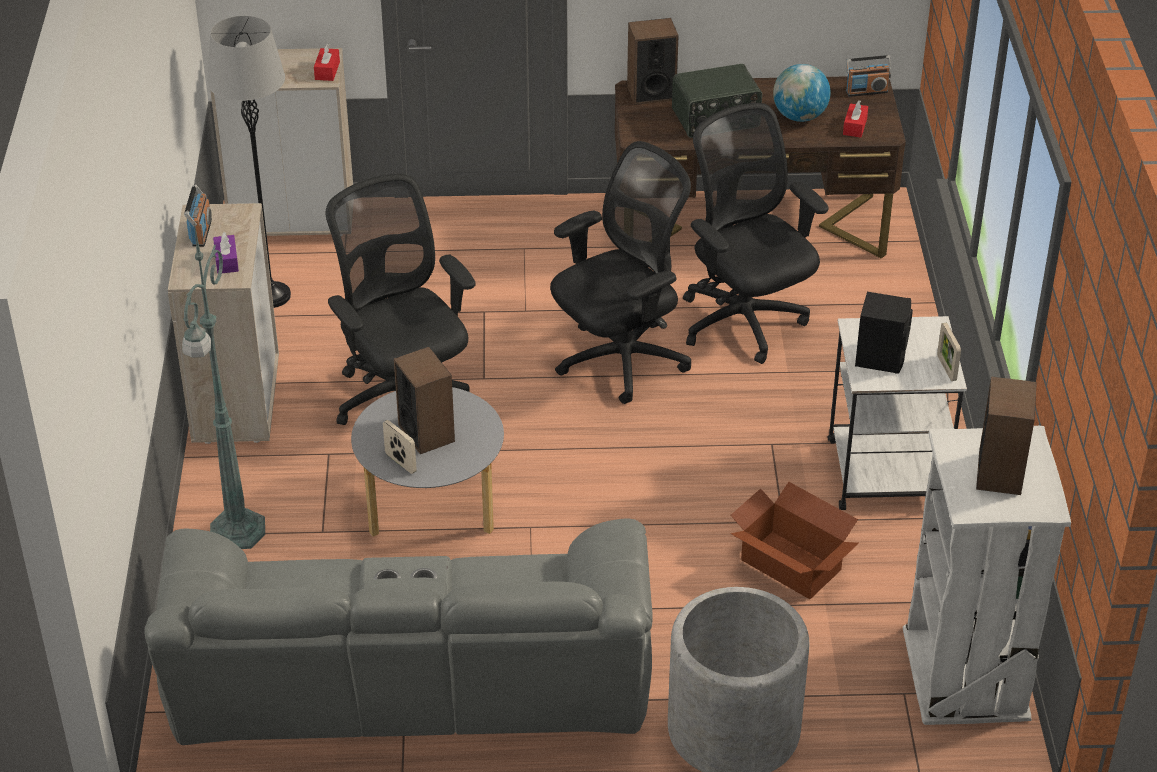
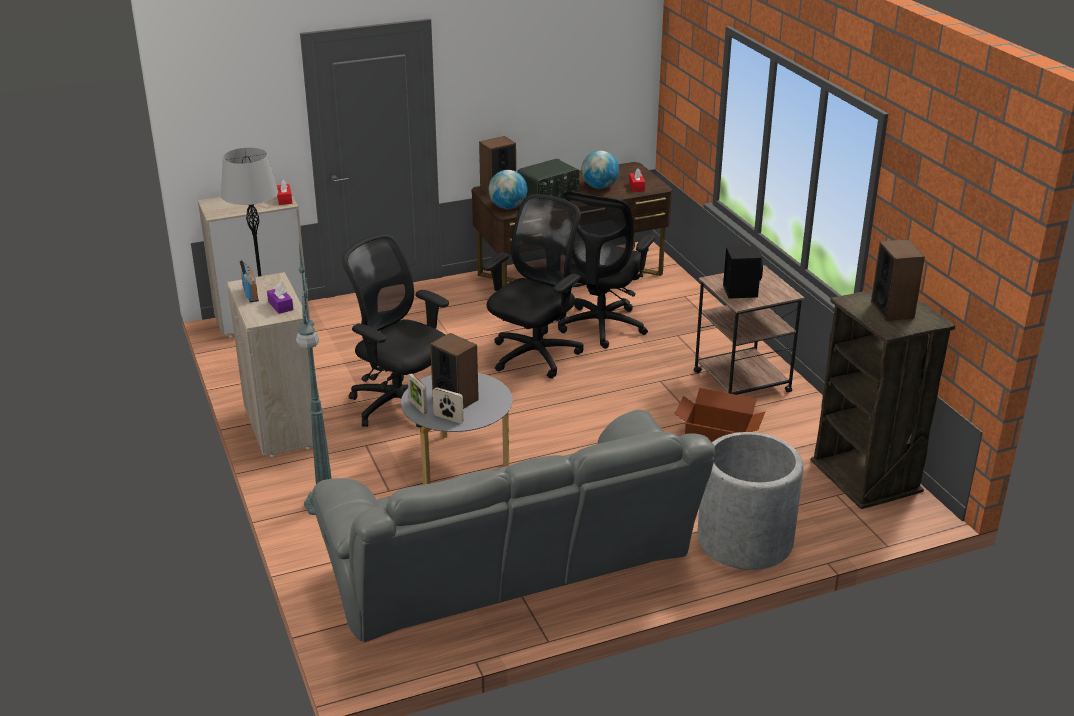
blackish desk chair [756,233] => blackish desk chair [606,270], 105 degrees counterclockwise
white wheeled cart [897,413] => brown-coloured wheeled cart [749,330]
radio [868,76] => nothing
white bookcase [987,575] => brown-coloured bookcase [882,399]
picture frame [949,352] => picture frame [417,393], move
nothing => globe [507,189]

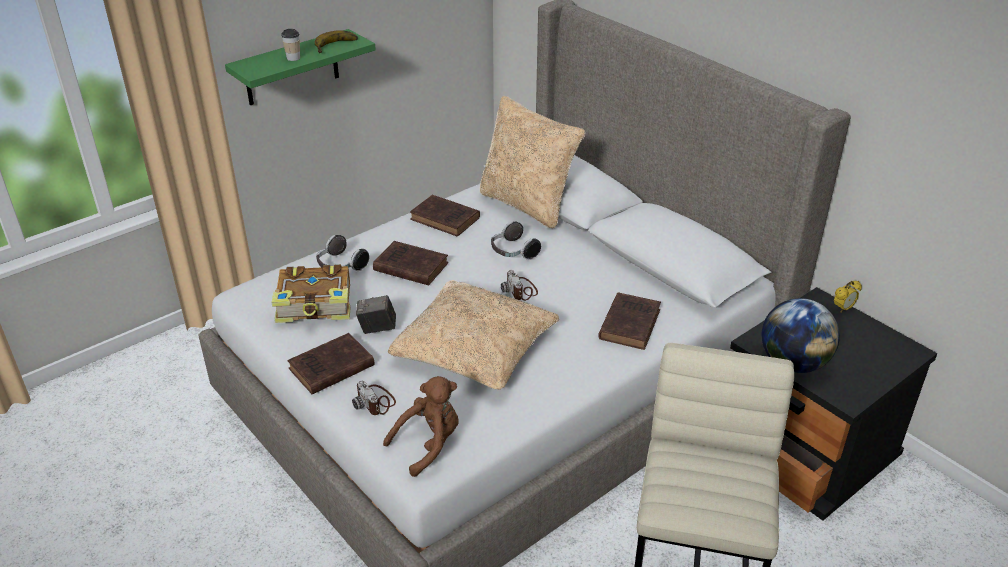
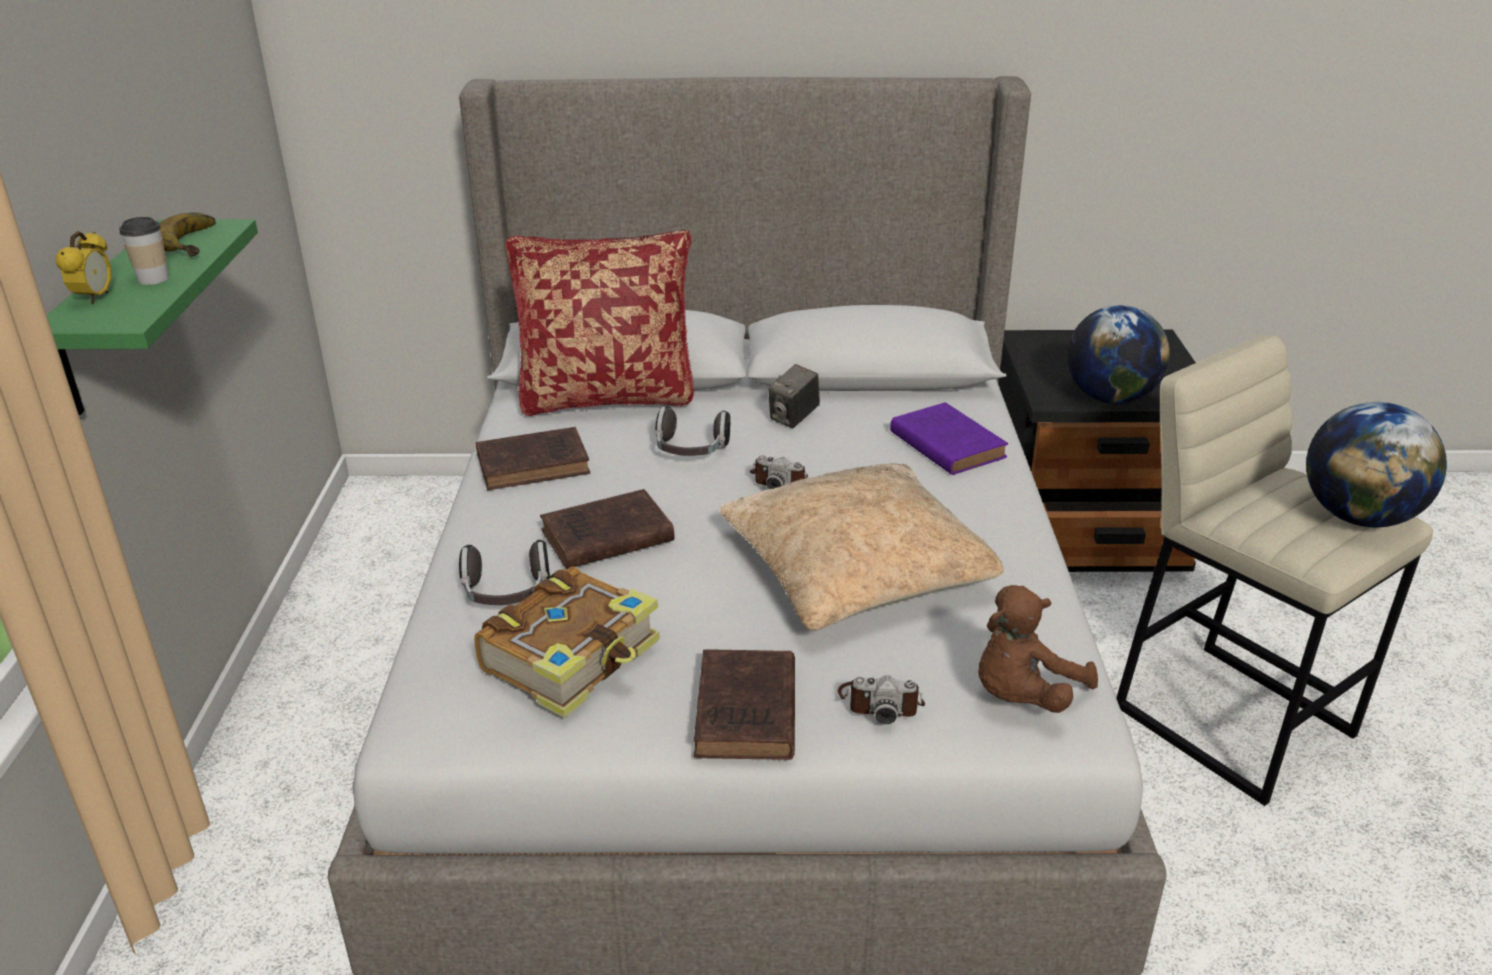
still camera [376,314] => still camera [794,396], move
brown-coloured plush toy [421,426] => brown-coloured plush toy [1038,649], 135 degrees counterclockwise
sand-coloured cushion [532,162] => red-coloured cushion [600,322]
brown-coloured book [629,321] => purple-coloured book [949,438]
bedside clock [848,297] => bedside clock [83,267], move
nothing => globe [1376,464]

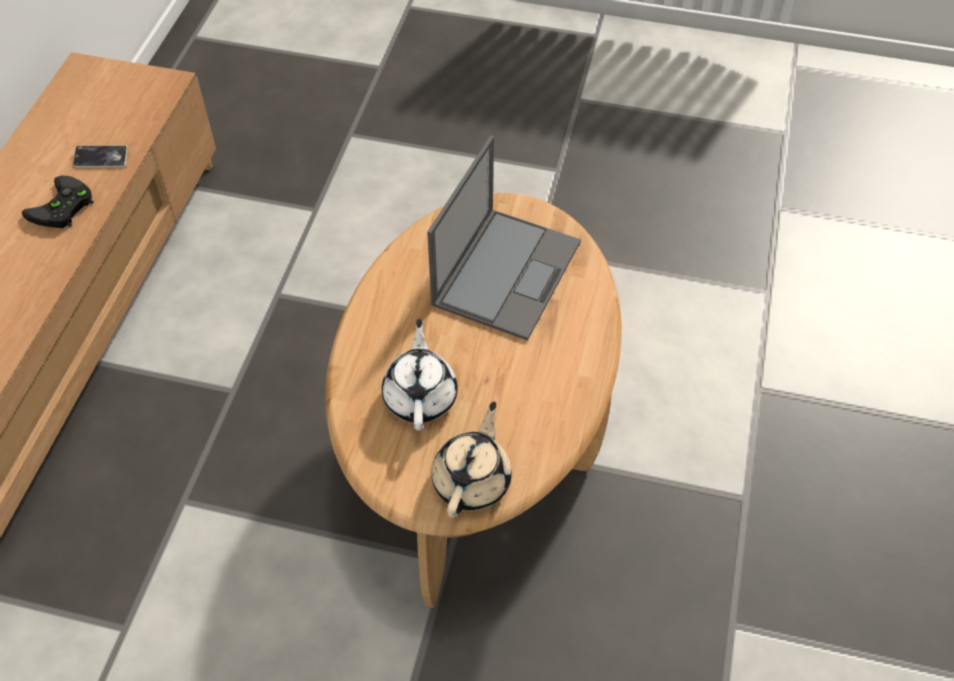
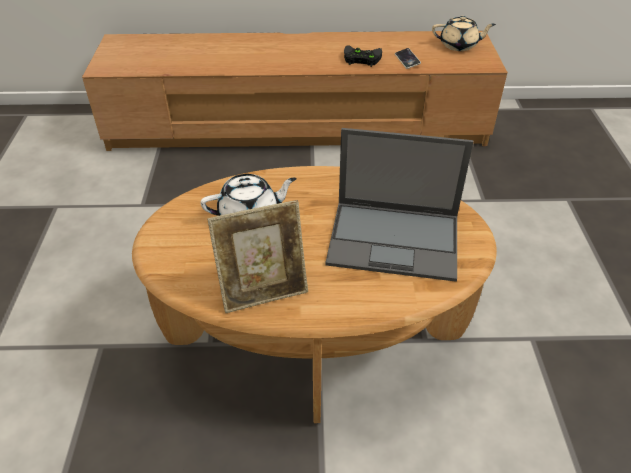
sand-coloured pot for tea [471,460] => sand-coloured pot for tea [464,33], move
nothing => picture frame [257,256]

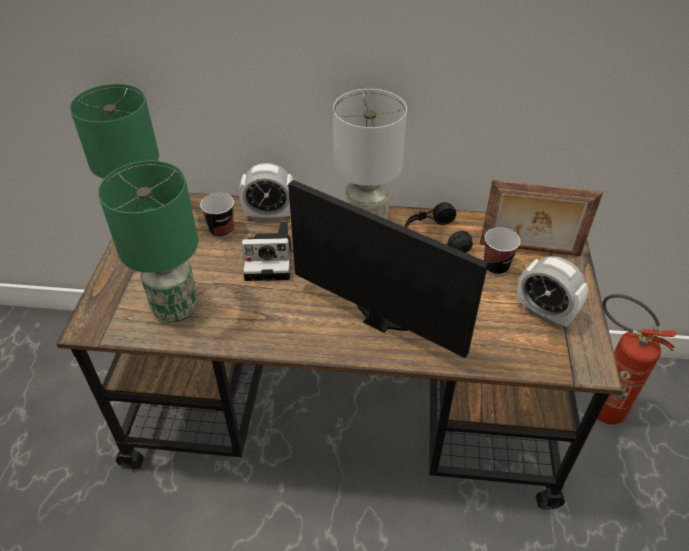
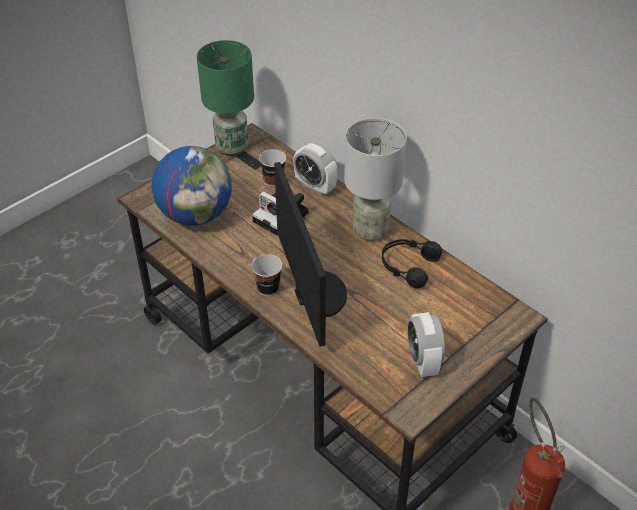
green-coloured tabletop lamp [148,241] => globe [192,186]
picture frame [541,218] => nothing
cup [502,251] => cup [267,275], move

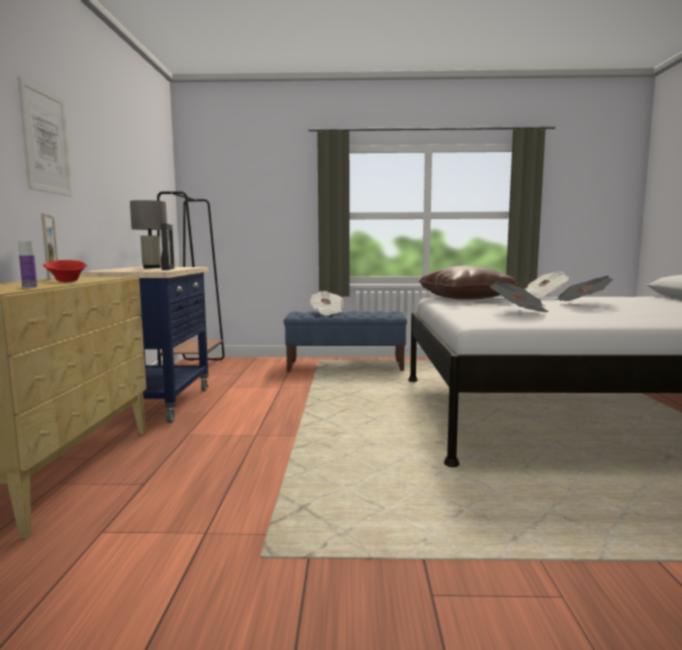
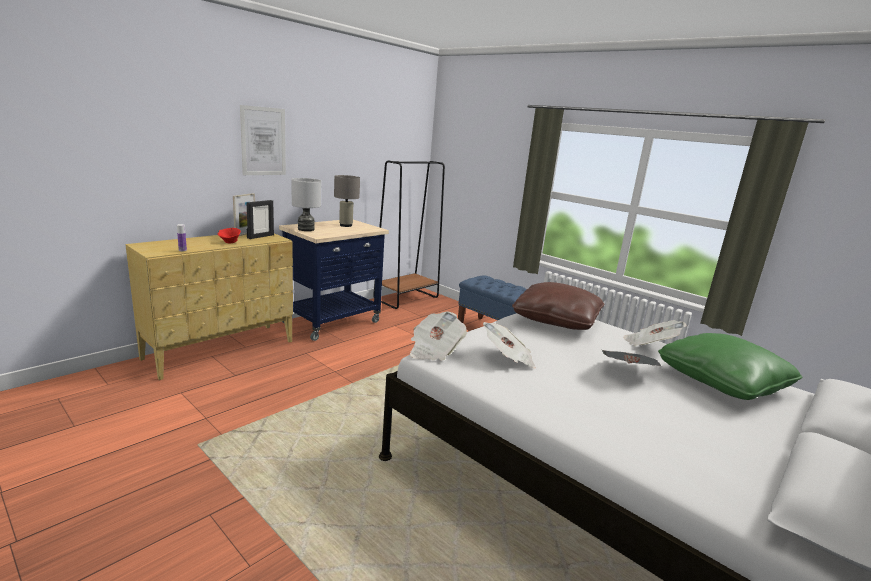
picture frame [168,246] => picture frame [260,219], move
daily paper [326,303] => daily paper [438,336], move
nothing => grey tabletop lamp [306,204]
nothing => green-coloured cushion [730,366]

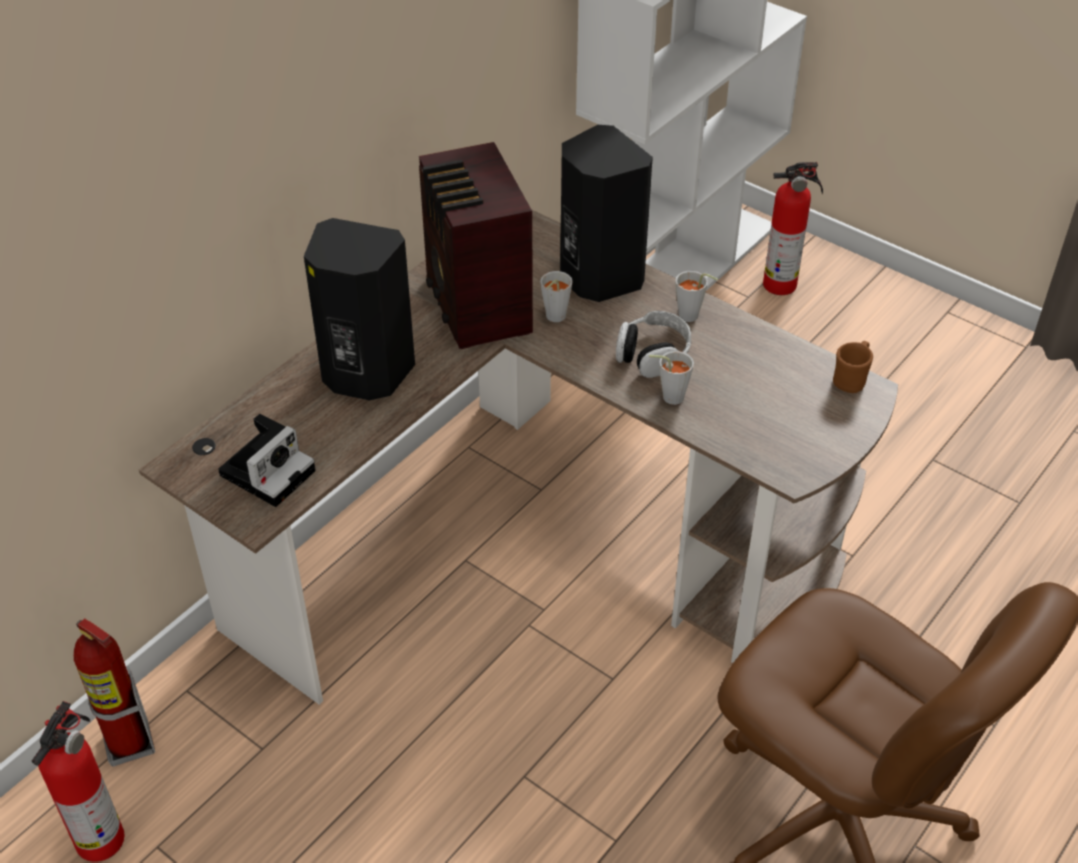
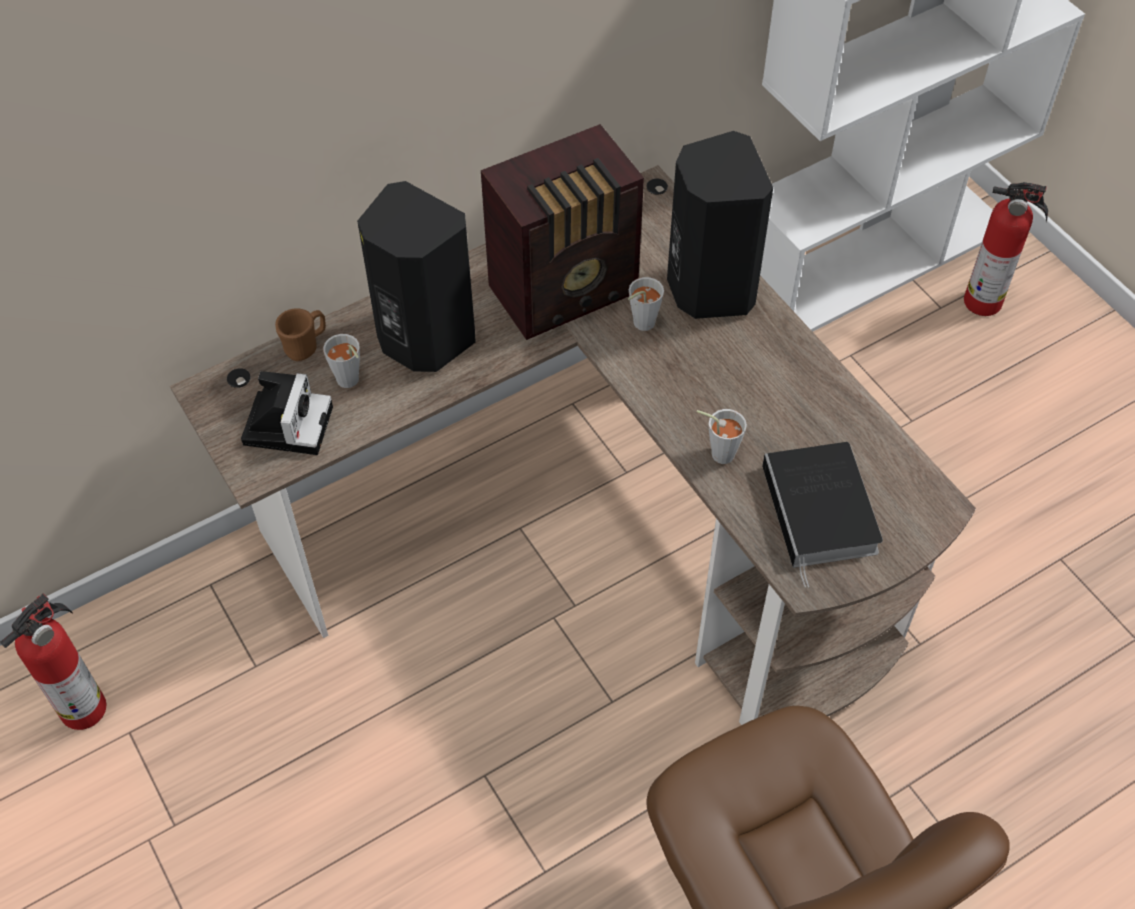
fire extinguisher [114,692] => nothing
still camera [266,460] => still camera [287,413], 45 degrees counterclockwise
radio [476,245] => radio [562,232], 120 degrees counterclockwise
pair of headphones [653,344] => nothing
grey cup [696,296] => grey cup [341,361], move
brown-coloured coffee mug [853,367] => brown-coloured coffee mug [300,334], move
nothing => book [822,514]

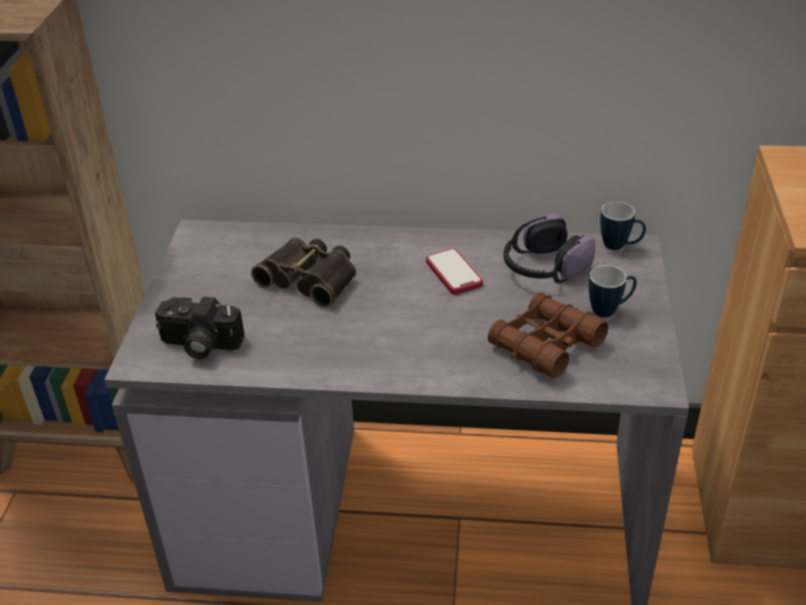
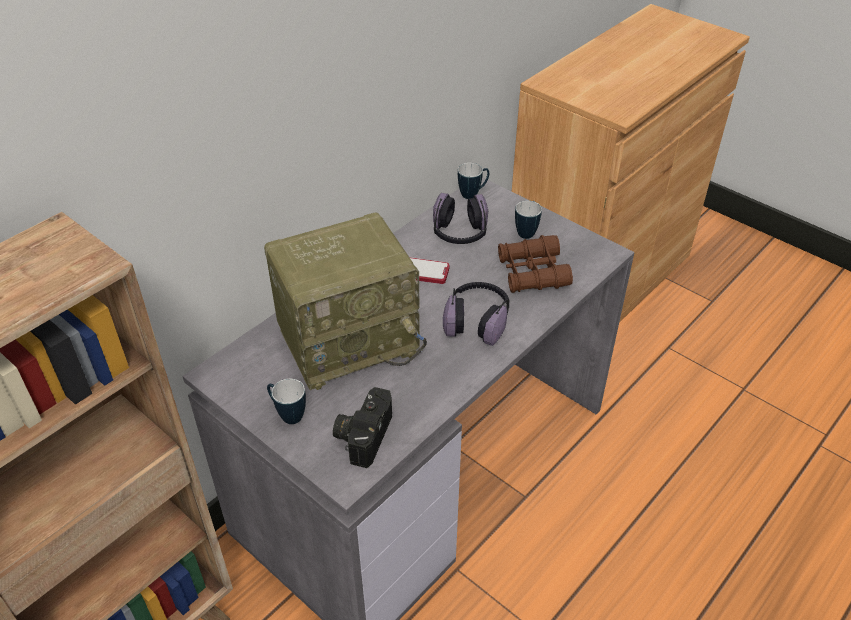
still camera [200,328] => still camera [362,427], 150 degrees clockwise
field glasses [303,272] => radio [345,301]
nothing => coffee mug [286,401]
nothing => pair of headphones [476,314]

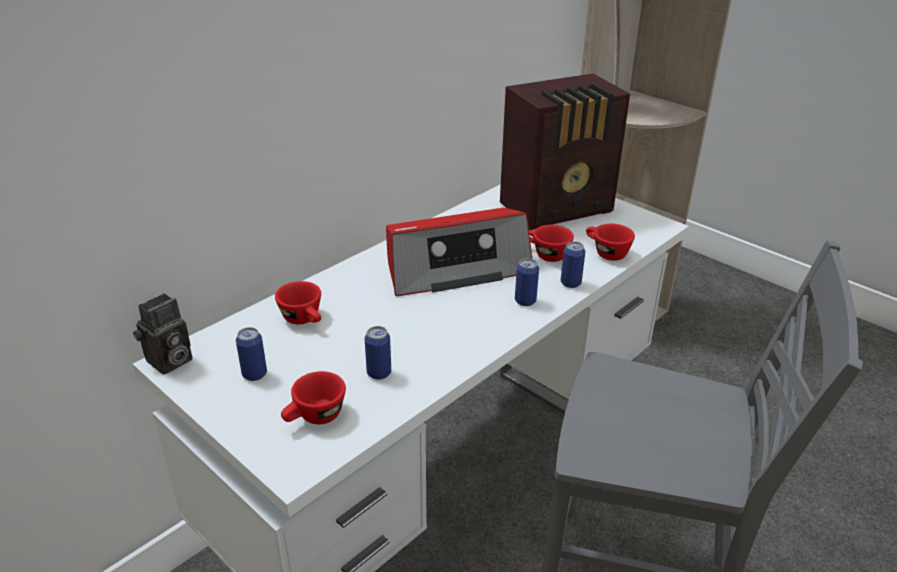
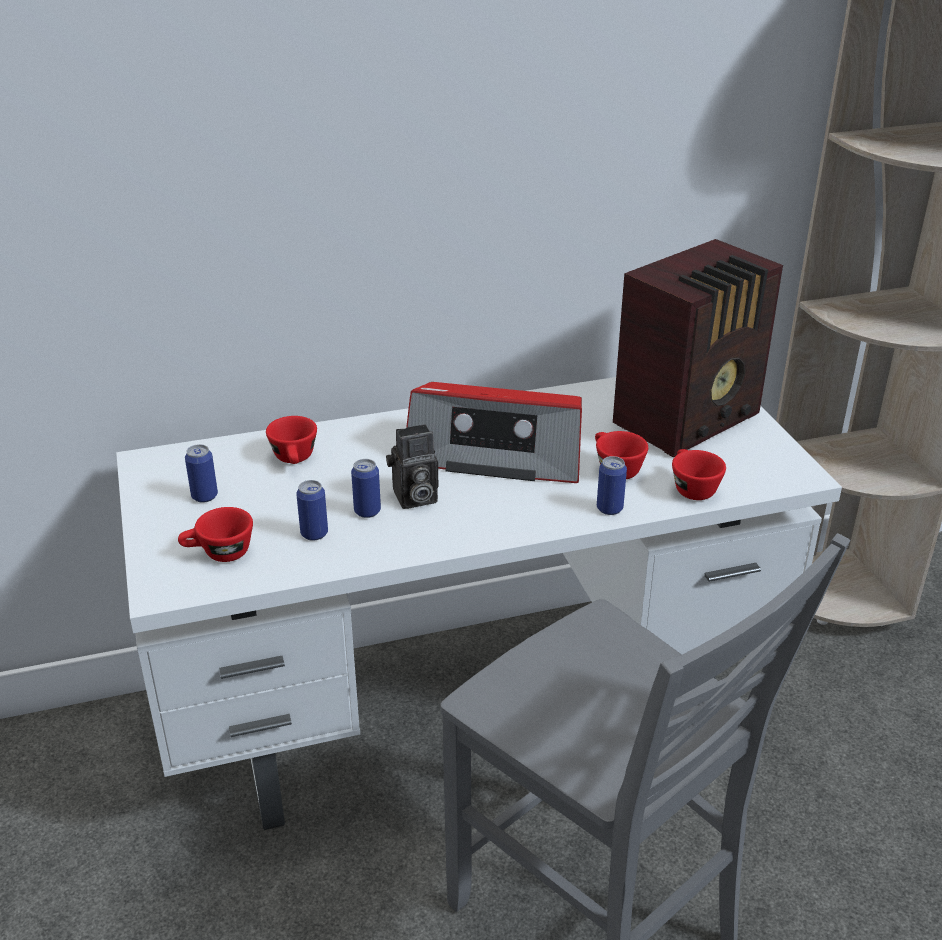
still camera [162,334] => still camera [412,466], move
radio [565,152] => radio [698,348], 45 degrees counterclockwise
sealed can [527,282] => sealed can [366,488], move

